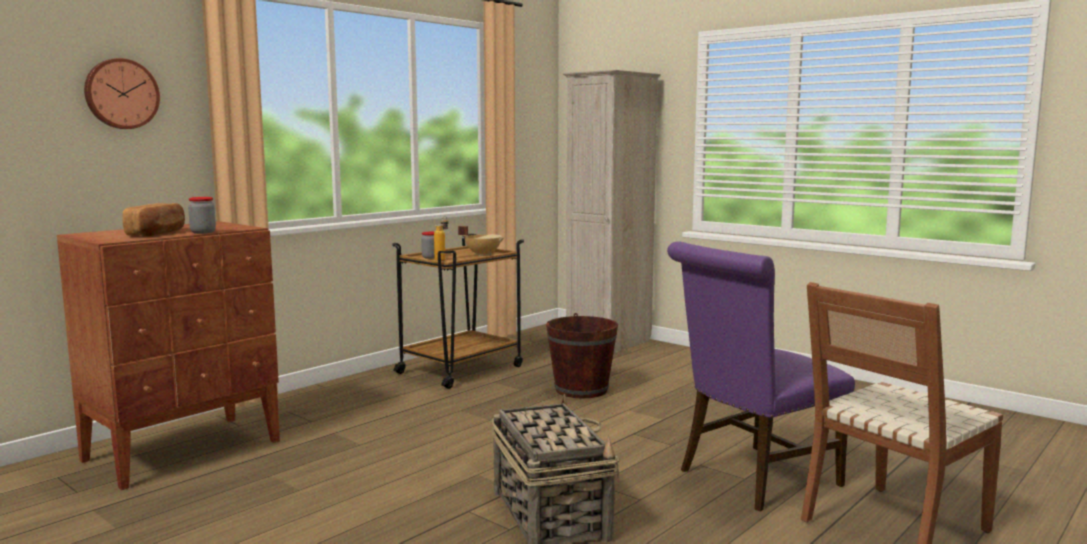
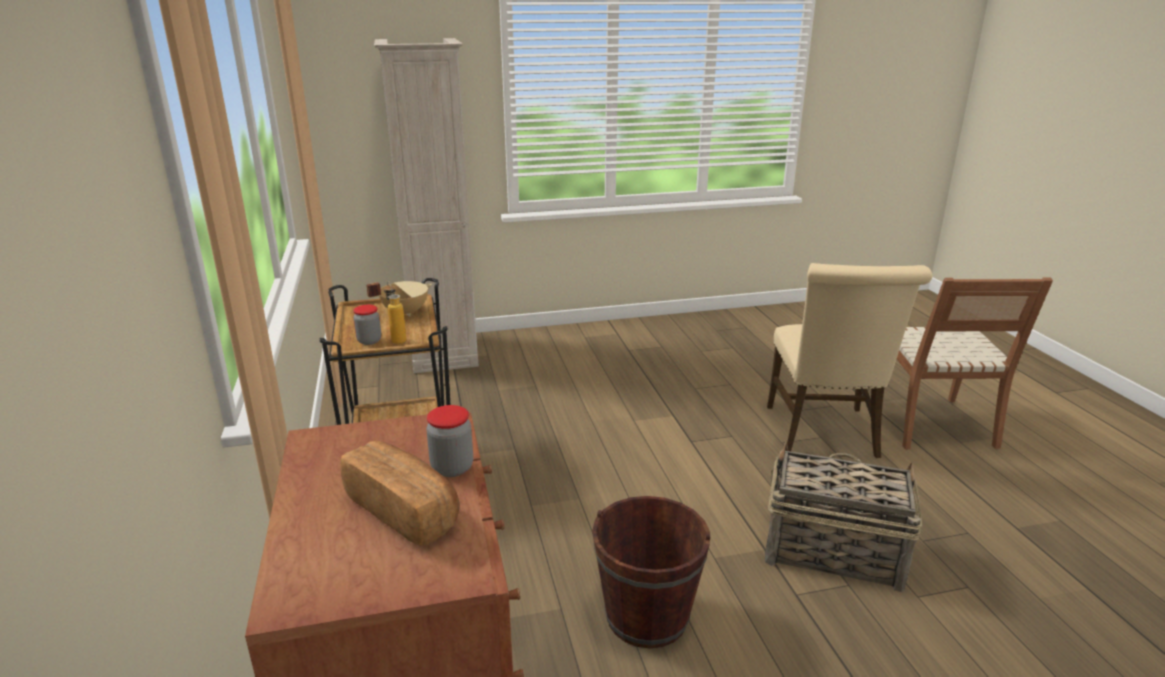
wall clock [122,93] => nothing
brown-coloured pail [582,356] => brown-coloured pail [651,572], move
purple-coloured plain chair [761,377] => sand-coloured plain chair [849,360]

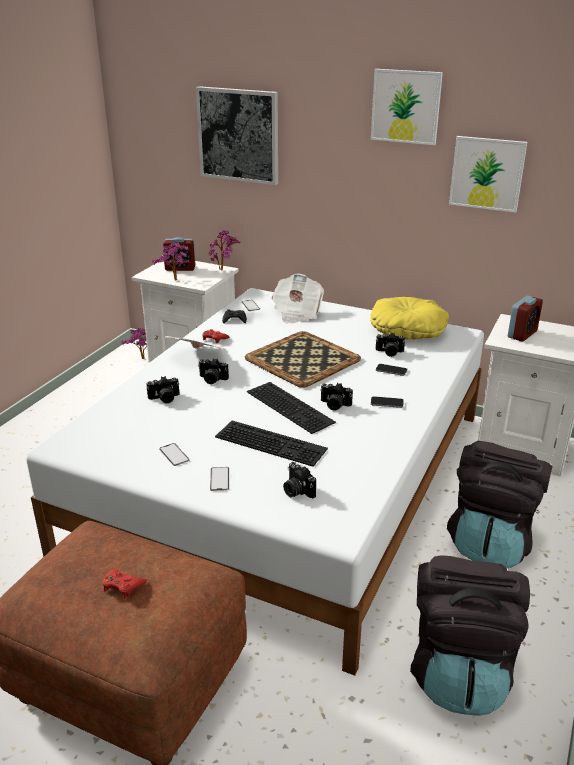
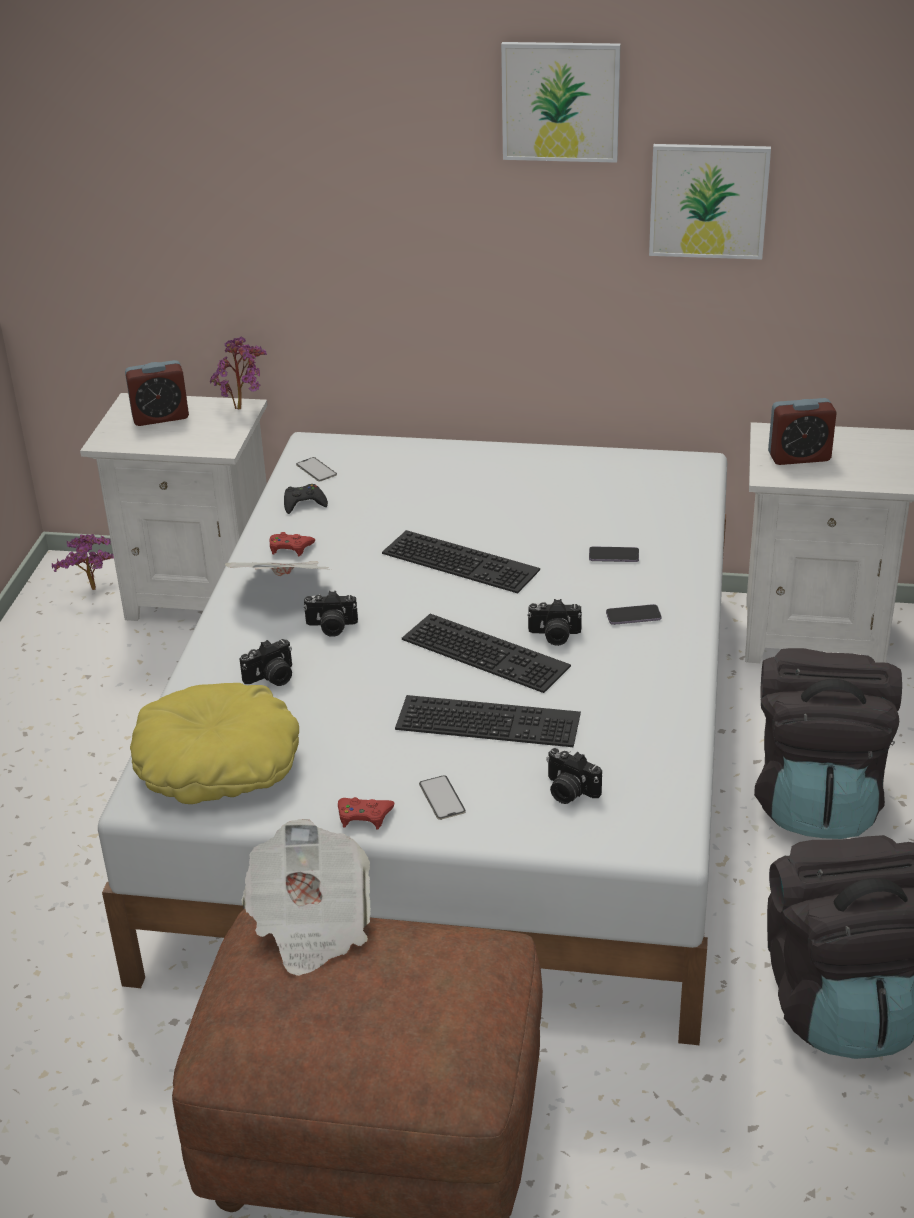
red-coloured game controller [125,584] => red-coloured game controller [366,813], move
potted plant [171,261] => nothing
telephone [174,454] => nothing
picture [237,135] => nothing
carrying tray [303,359] => PC keyboard [461,561]
daily paper [298,299] => daily paper [306,897], move
yellow cushion [409,318] => yellow cushion [214,743], move
still camera [390,345] => nothing
bedside clock [525,319] => bedside clock [802,431], 60 degrees clockwise

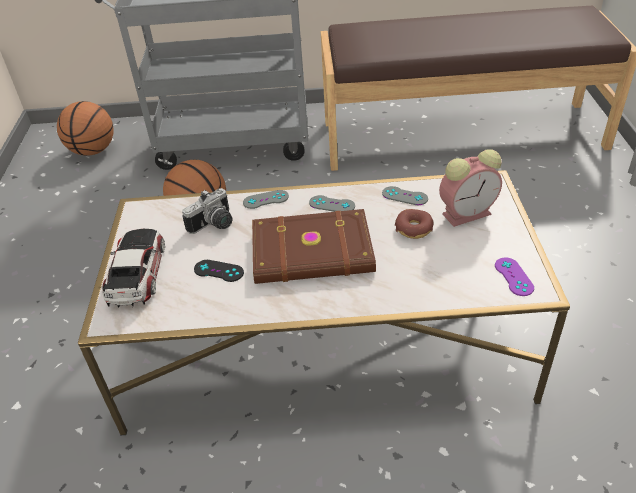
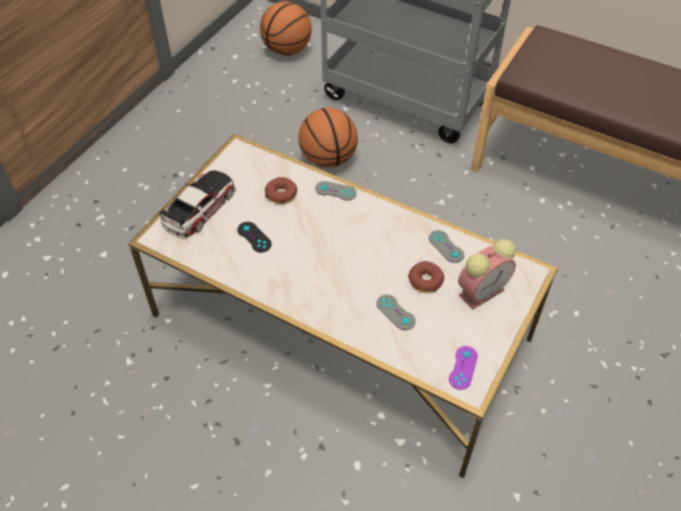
still camera [207,211] => donut [281,190]
brown-coloured book [314,246] => nothing
grey game controller [332,203] => grey game controller [396,312], move
bedside clock [470,188] => bedside clock [487,274], 45 degrees counterclockwise

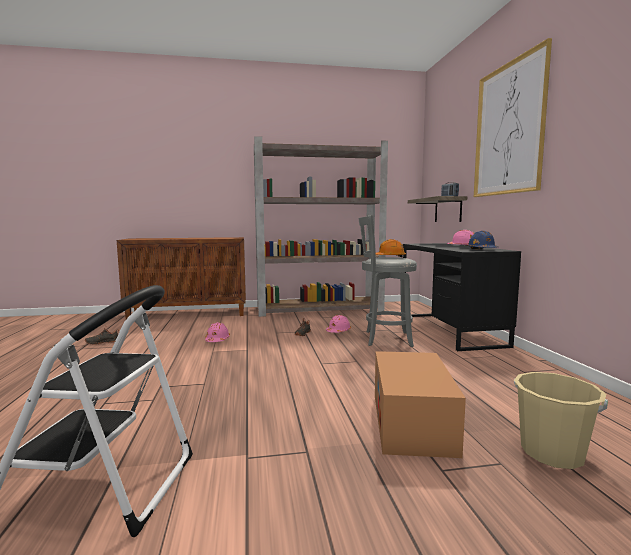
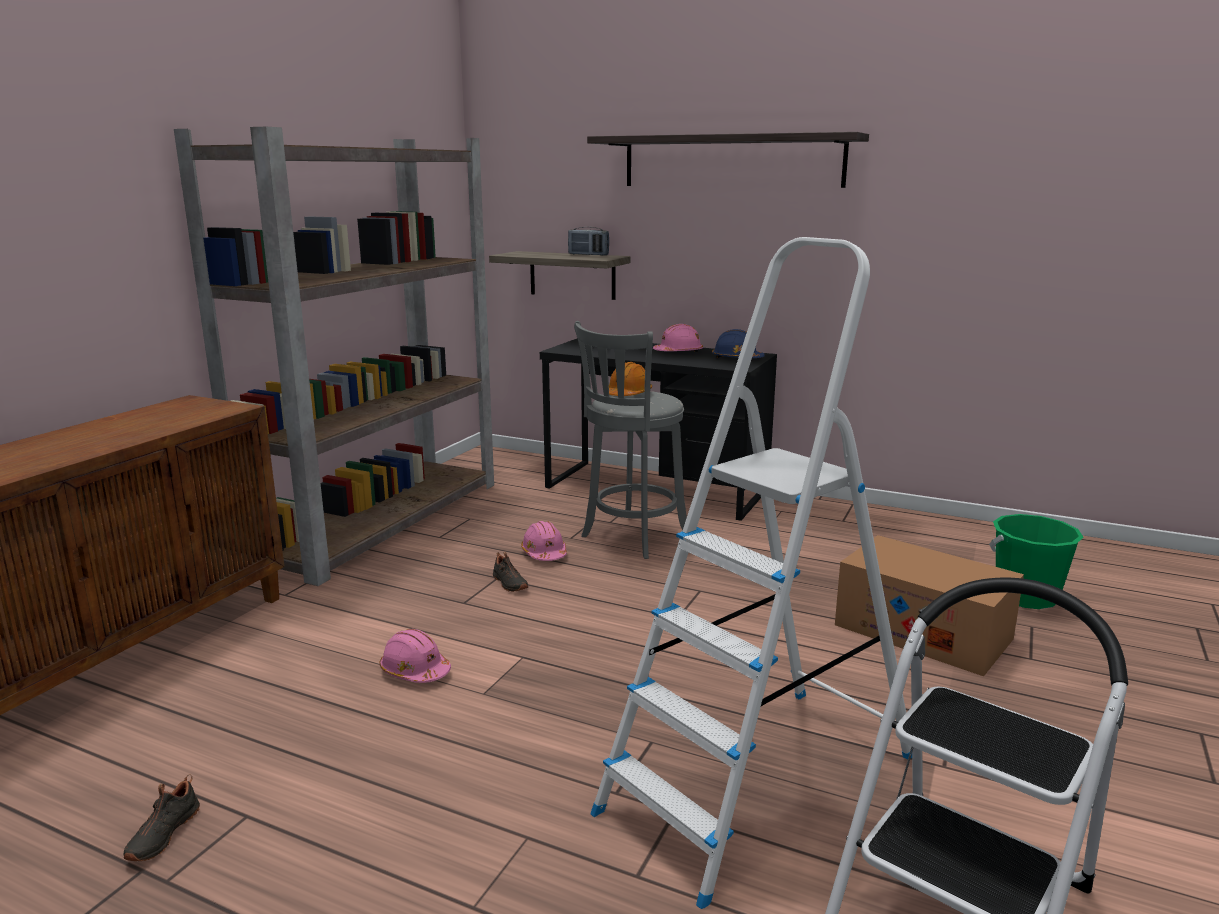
picture [513,117] => wall shelf [728,160]
sand-coloured pail [561,420] => green-coloured pail [1036,561]
nothing => white step ladder [751,573]

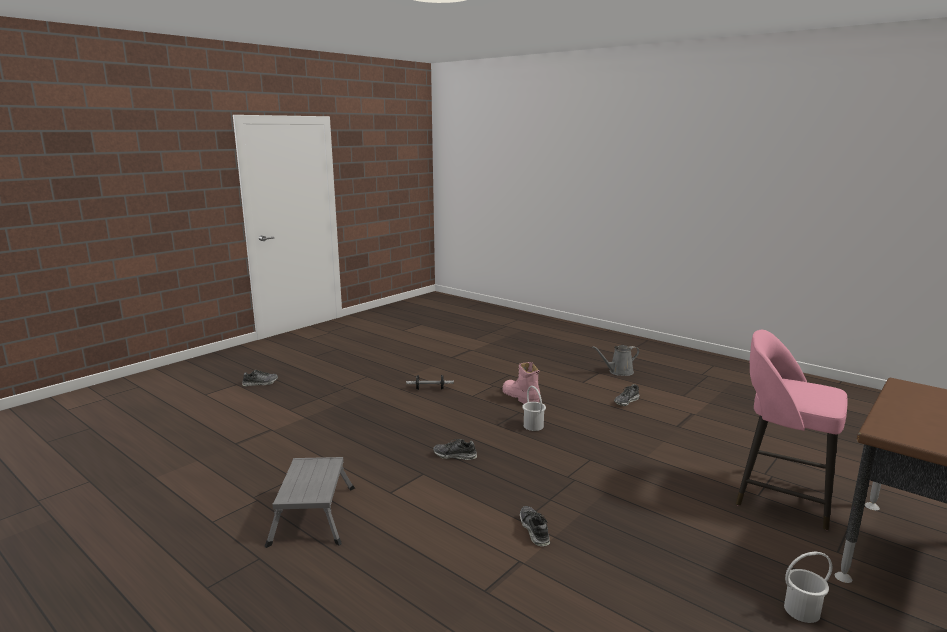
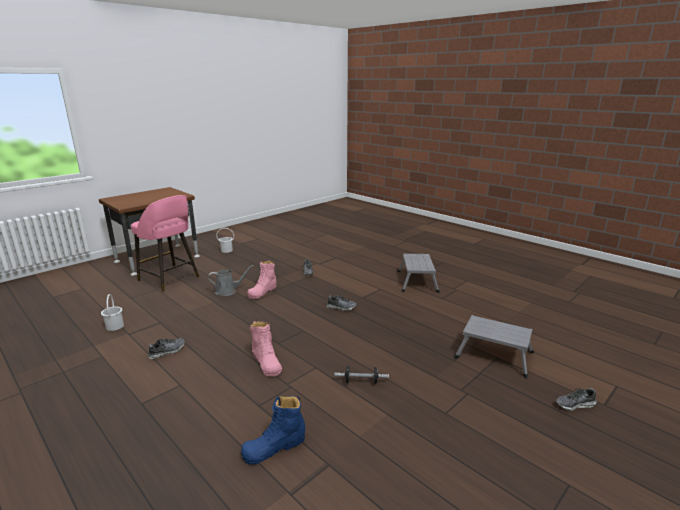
white pail [534,408] => white pail [112,312], move
grey sprinkling can [616,360] => grey sprinkling can [231,280], move
nothing => blue high-top boot [273,430]
nothing => pinkish high-top boot [262,279]
nothing => grey step ladder [494,347]

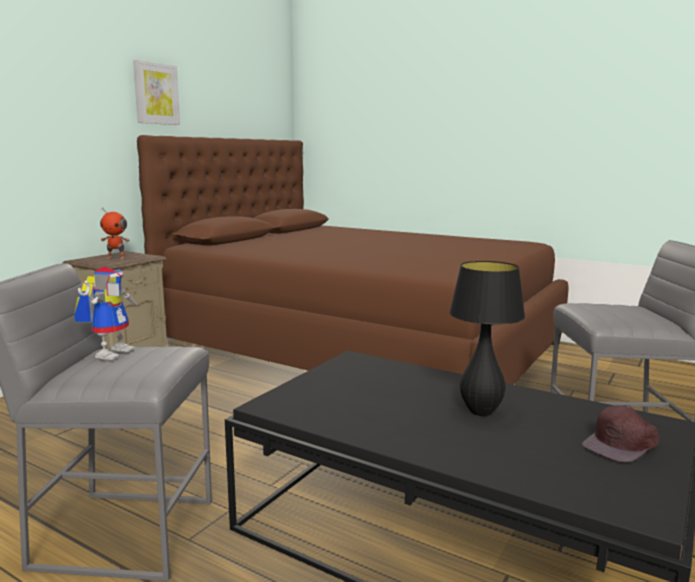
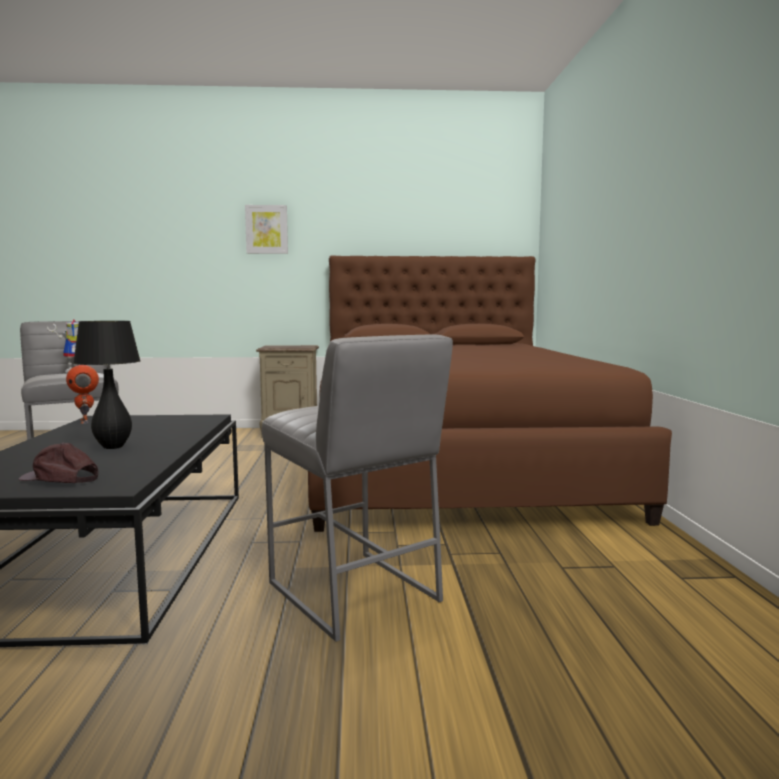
robot figure [115,233] => robot figure [82,394], move
picture [156,92] => picture [266,229], move

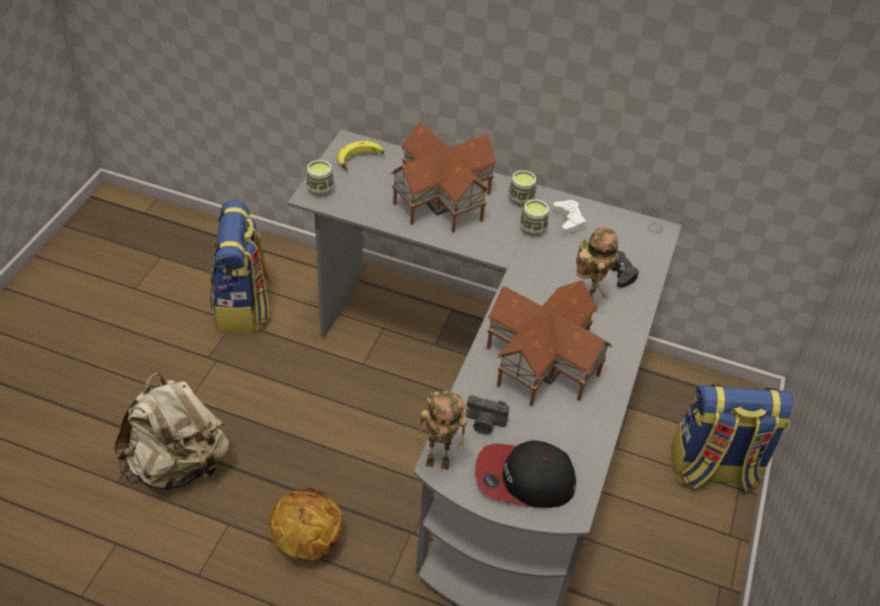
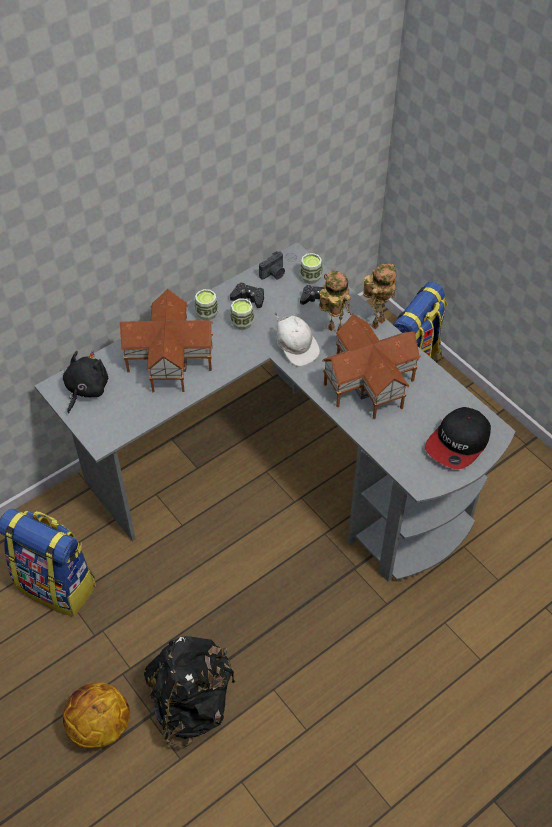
sand-coloured backpack [171,430] => blackish backpack [189,692]
basketball [305,524] => basketball [96,715], move
cup [320,178] => cup [311,268], move
whole banana [360,155] => blackish plush toy [85,382]
robot figure [443,430] => robot figure [379,296], move
still camera [488,414] => still camera [272,265], move
white game controller [569,216] => blackish game controller [247,295]
nothing => white cap [297,340]

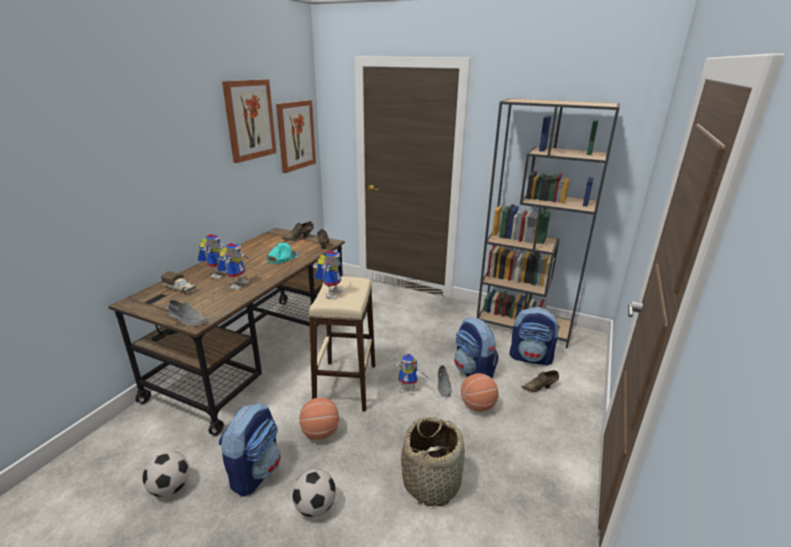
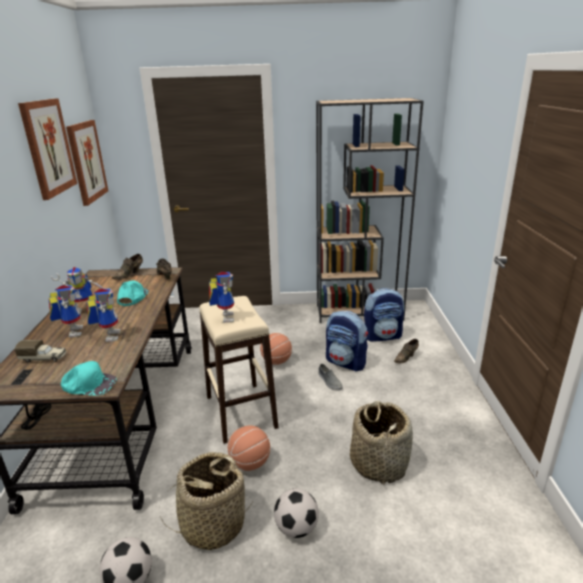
grey shoe [187,313] => turquoise-coloured cap [89,378]
backpack [250,450] => basket [205,501]
robot figure [409,374] => robot figure [77,290], move
basketball [480,392] => basketball [276,349], move

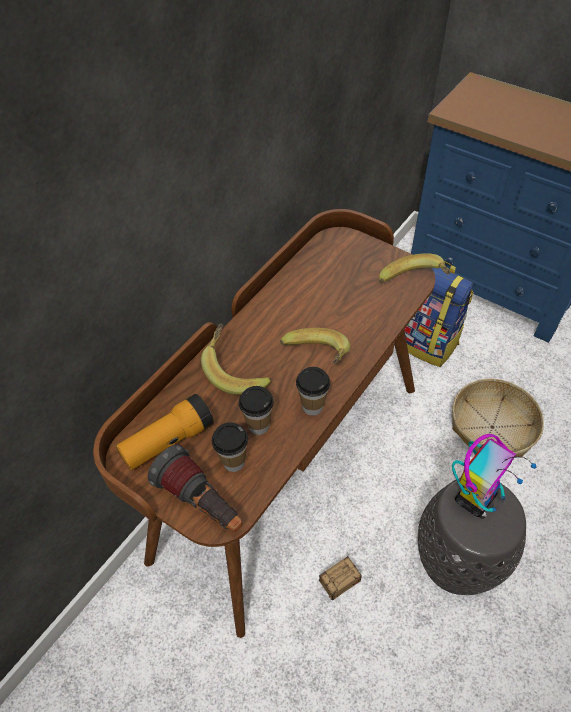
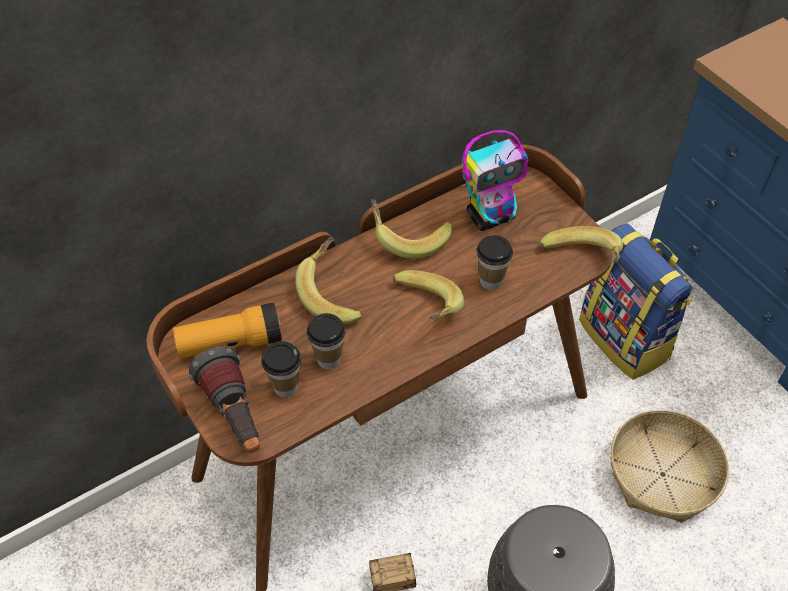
cup [313,391] => cup [494,262], move
robot figure [494,475] => robot figure [495,180], move
nothing => whole banana [411,229]

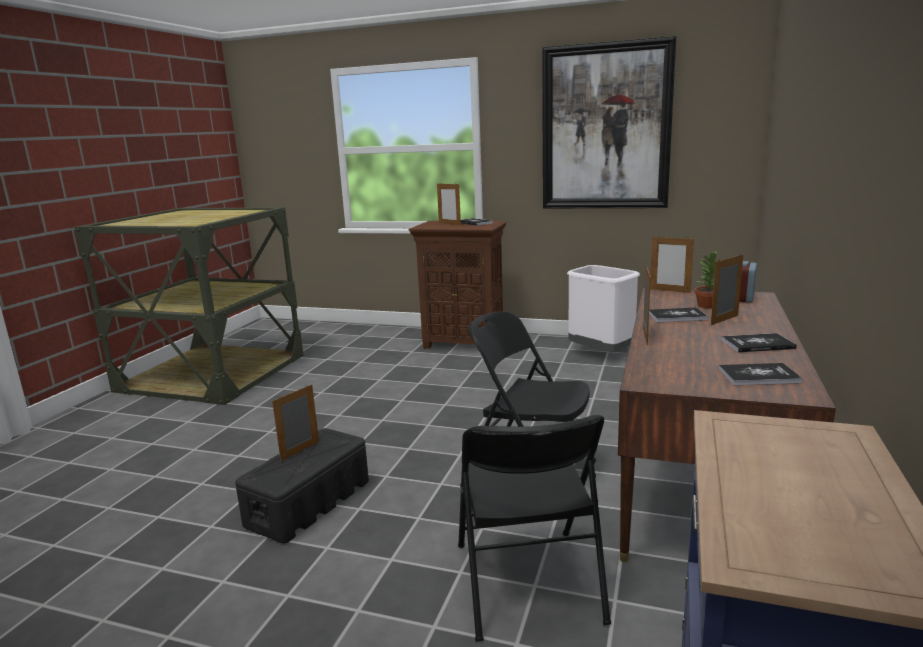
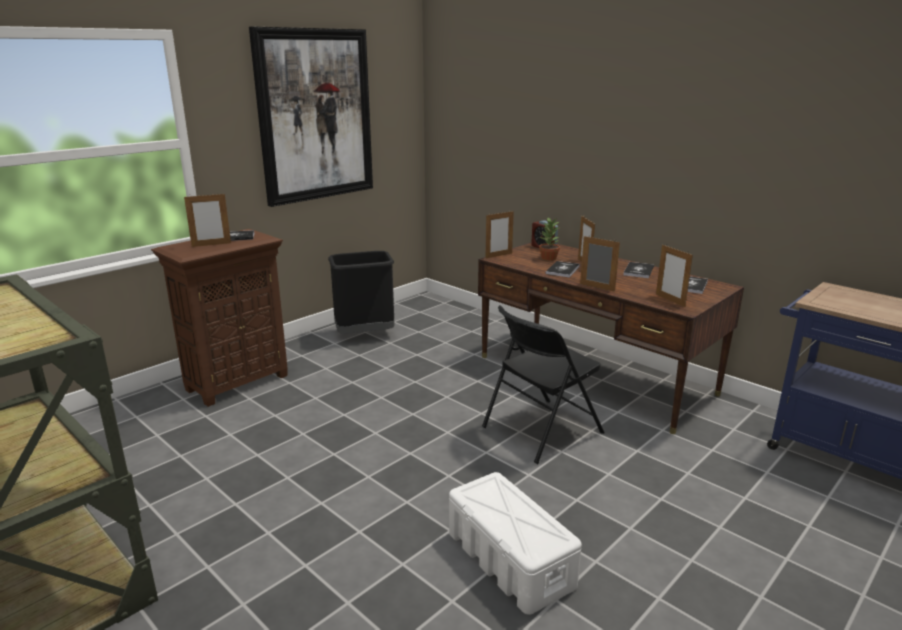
blackish storage bin [302,485] => white storage bin [515,543]
picture frame [295,422] => picture frame [674,275], move
blackish plain chair [534,528] => nothing
white waste bin [603,308] => blackish waste bin [361,292]

